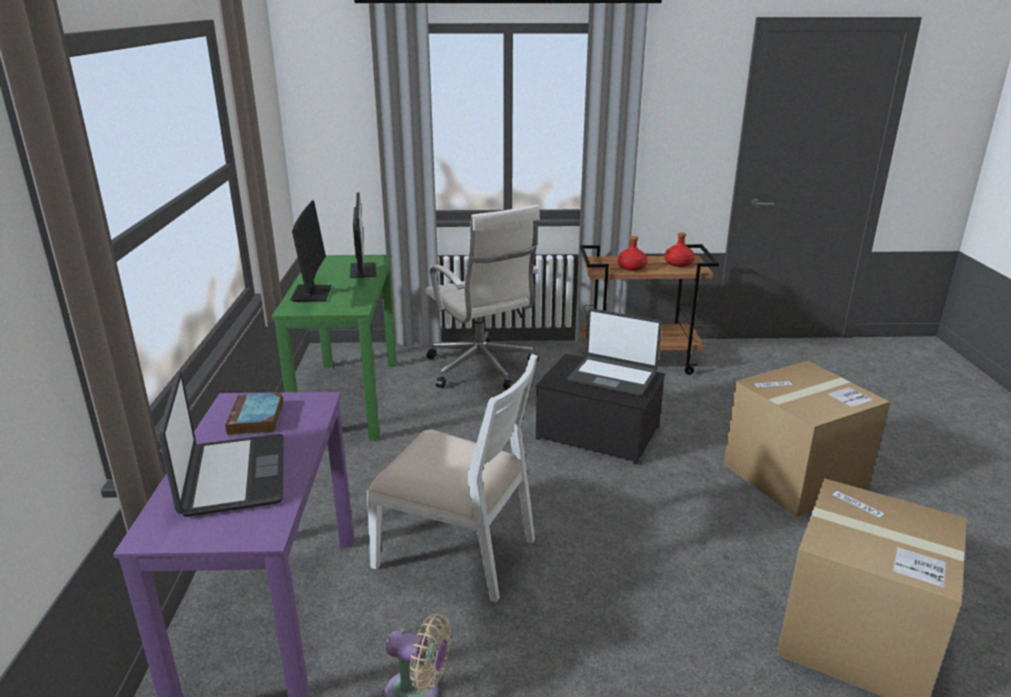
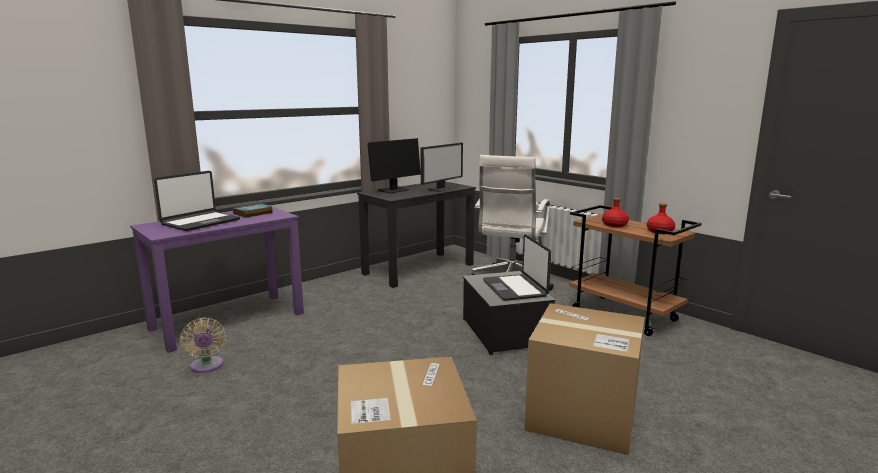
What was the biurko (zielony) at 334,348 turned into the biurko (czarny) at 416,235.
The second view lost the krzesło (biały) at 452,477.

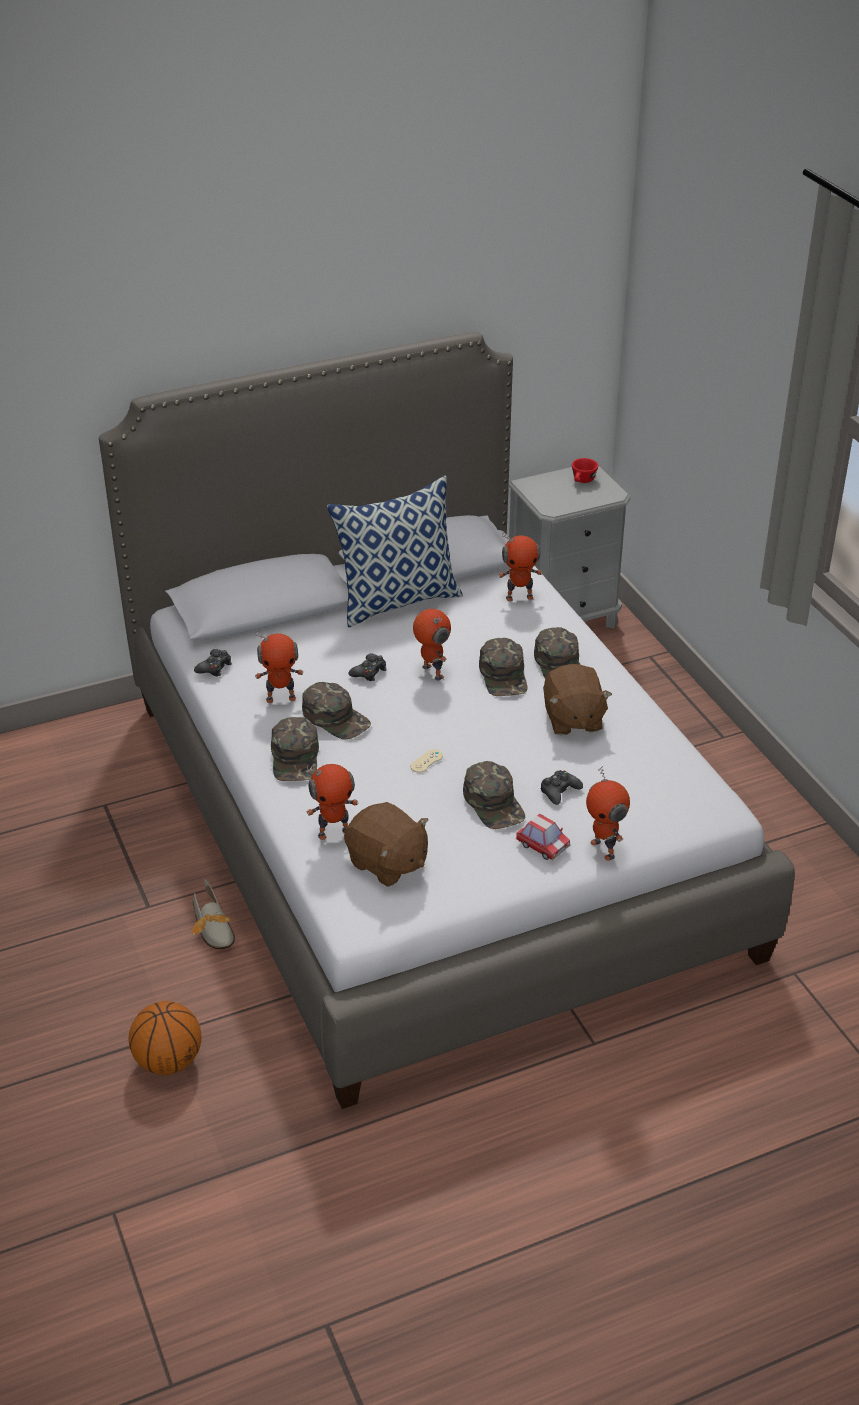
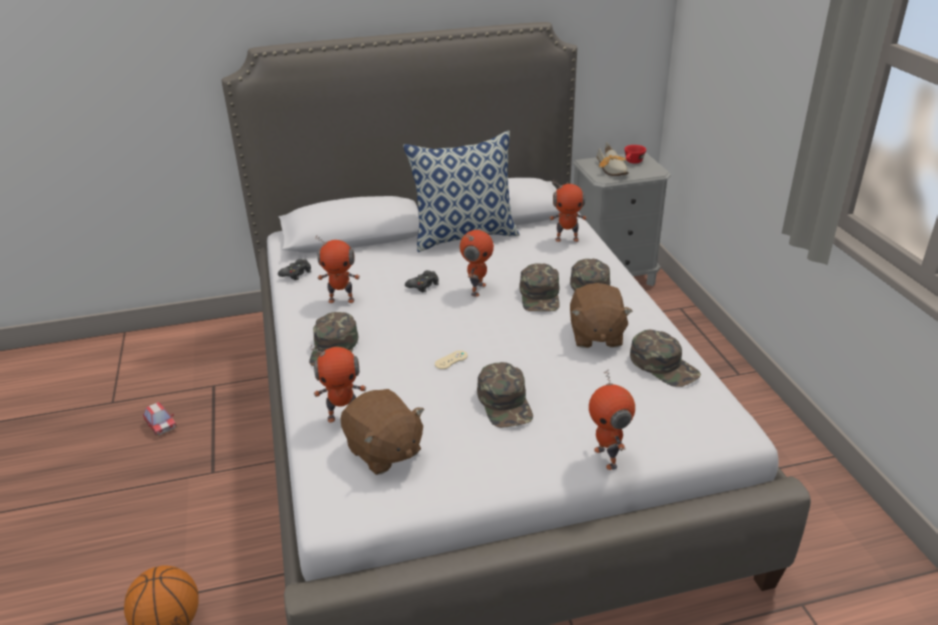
The robot zabawkowy at 432,644 ended up facing another way, 45 degrees clockwise from before.
The czapka z daszkiem (zielony) ended up elsewhere, having gone from 336,710 to 665,358.
The second view lost the pad do gier (czarny) at 562,787.
The samochodzik ended up elsewhere, having gone from 543,836 to 160,419.
The but ended up elsewhere, having gone from 213,914 to 612,159.

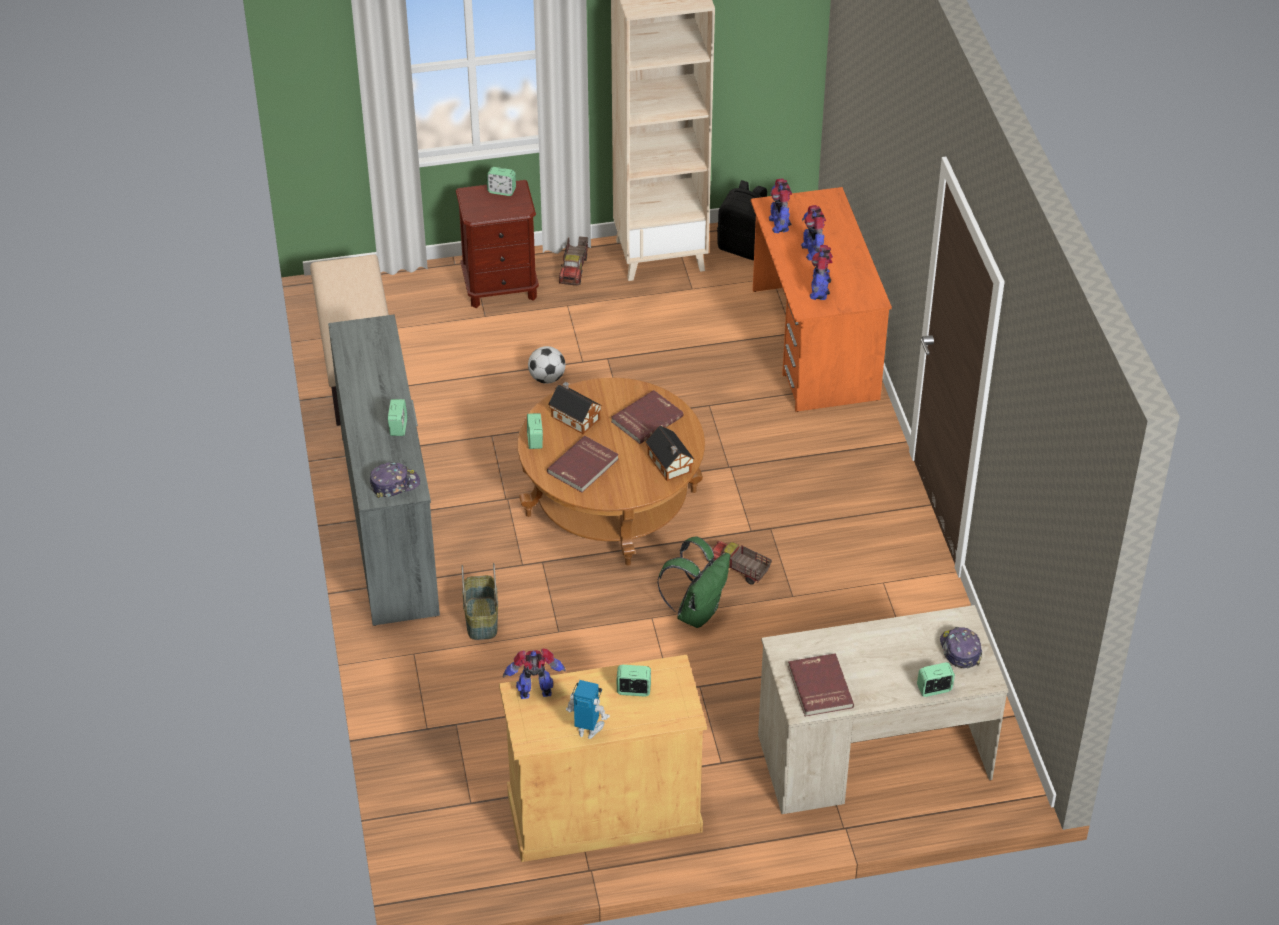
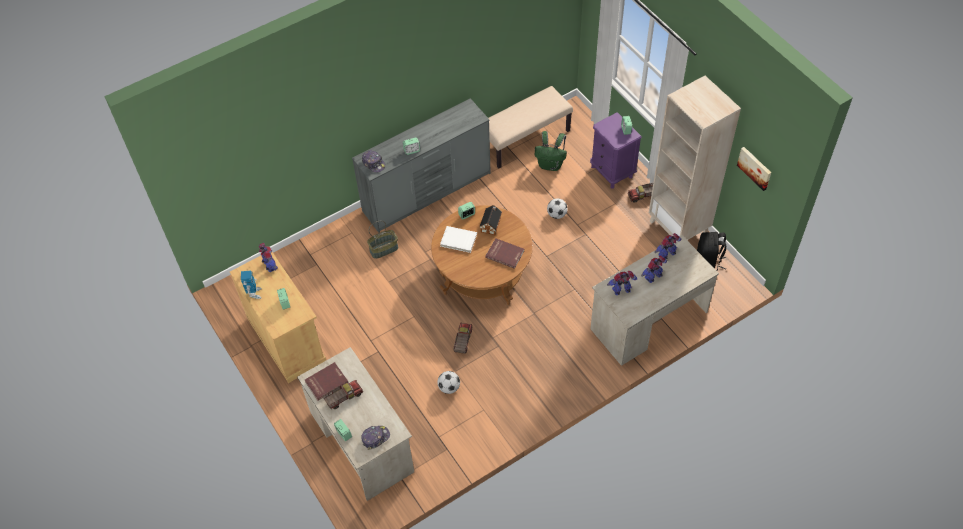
What was the szafka nocna (brązowy) at 497,244 turned into the szafka nocna (fioletowy) at 616,150.
What was the biurko (pomarańczowy) at 821,299 turned into the biurko (beżowy) at 654,300.
The second view lost the domek at 670,453.
What was the książka (czerwony) at 583,464 turned into the książka (biały) at 458,239.
The plecak (zielony) ended up elsewhere, having gone from 693,582 to 551,151.
The second view gained the obraz at 754,169.
The second view gained the piłka futbolowa at 448,382.
The second view gained the ciężarówka zabawkowa at 342,394.

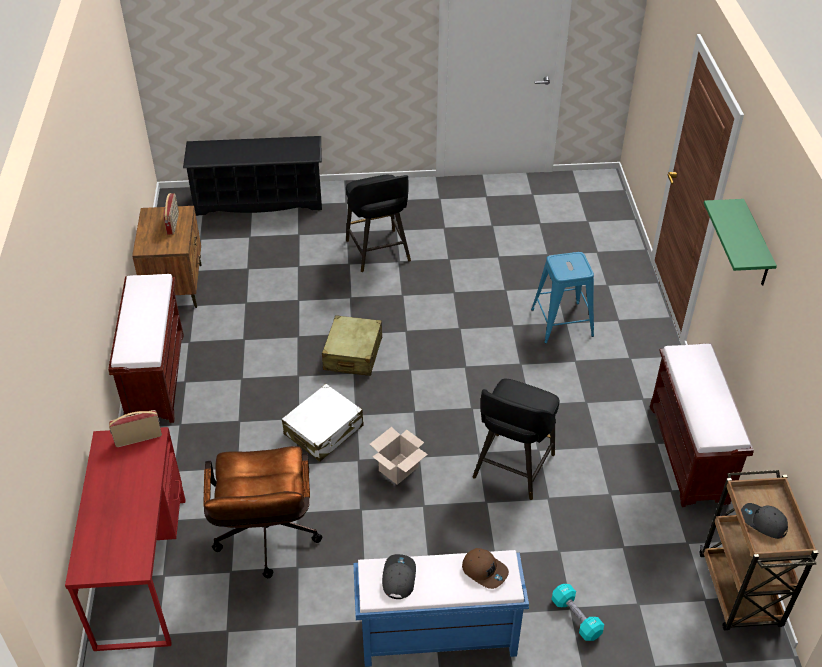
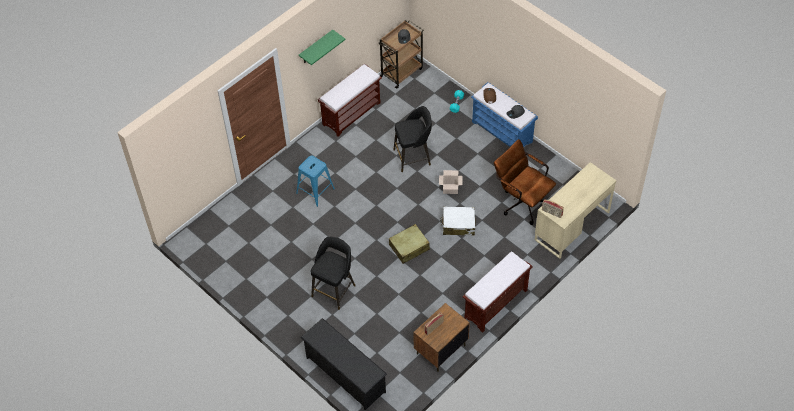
What was the biurko (czerwony) at 125,539 turned into the biurko (beżowy) at 576,210.
The krzesło biurowe (brązowy) at 263,512 ended up facing another way, 90 degrees counterclockwise from before.

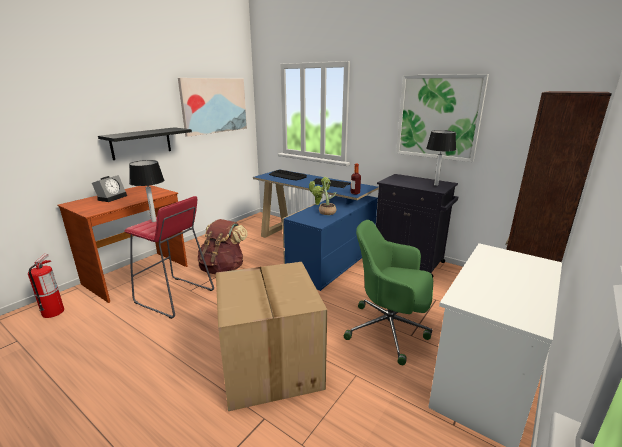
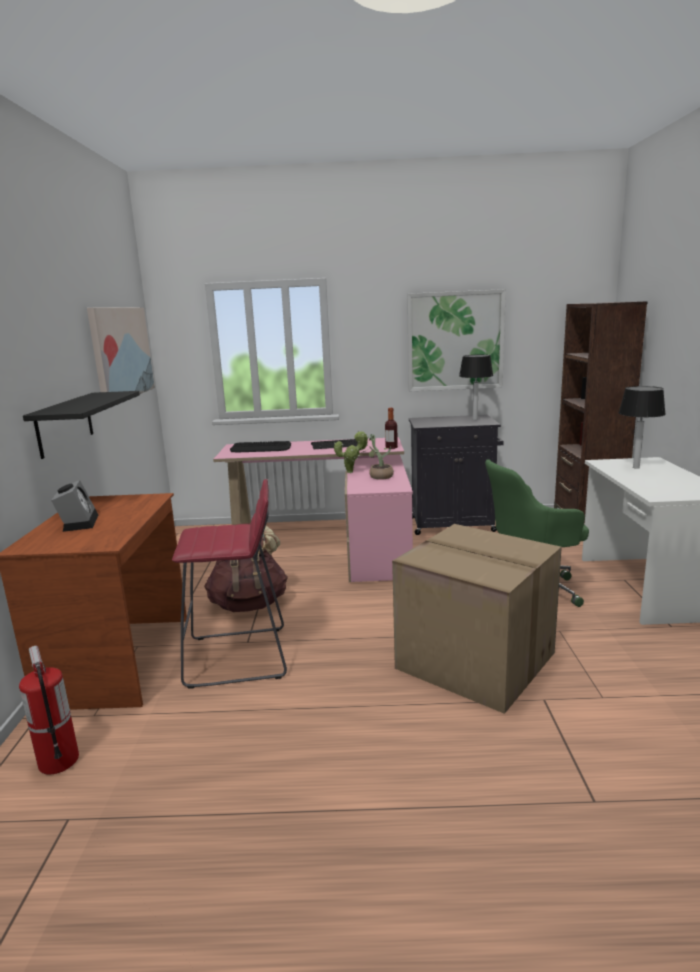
The lampa stołowa ended up elsewhere, having gone from 146,191 to 642,427.
What was the biurko (niebieski) at 316,230 turned into the biurko (różowy) at 313,509.

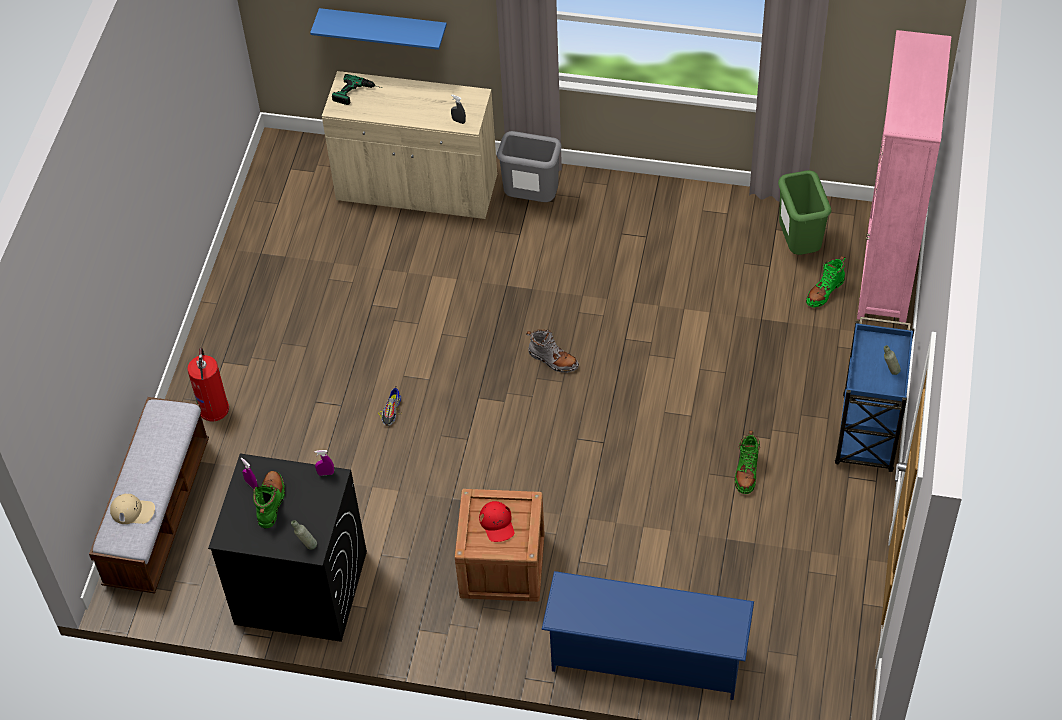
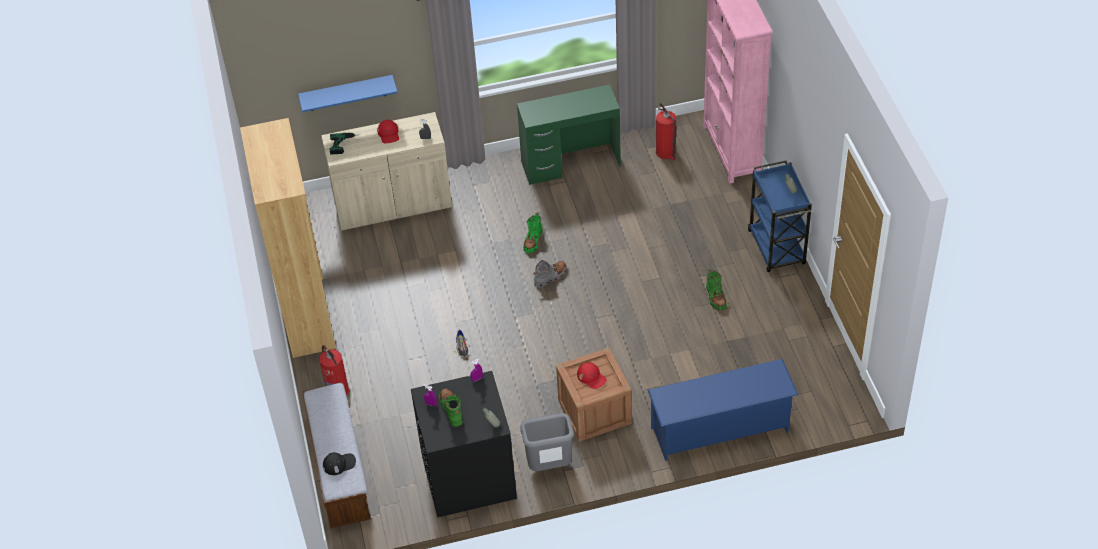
The kosz na śmieci (szary) ended up elsewhere, having gone from 529,166 to 547,442.
Where the kosz na śmieci (zielony) stood at 804,212, the gaśnica came to stand at 666,131.
The but z cholewką (zielony) ended up elsewhere, having gone from 825,282 to 533,233.
The but z cholewką (szary) at 552,351 ended up facing another way, 45 degrees counterclockwise from before.
What was the czapka z daszkiem (beżowy) at 132,508 turned into the czapka z daszkiem (czarny) at 339,463.
The second view gained the biurko (zielony) at 569,135.
The second view gained the regał (brązowy) at 288,238.
The second view gained the czapka z daszkiem (czerwony) at 388,131.

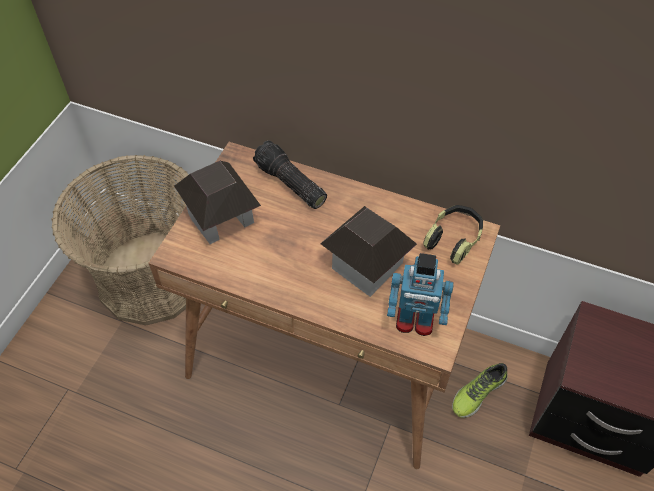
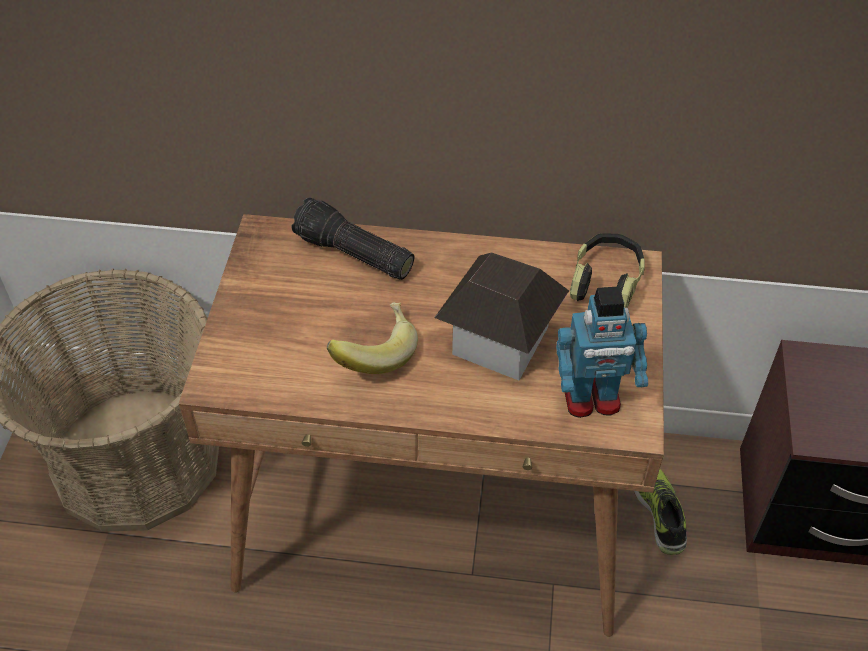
The second view lost the domek at 217,202.
The but at 480,390 ended up facing another way, 135 degrees clockwise from before.
The second view gained the banan at 372,338.

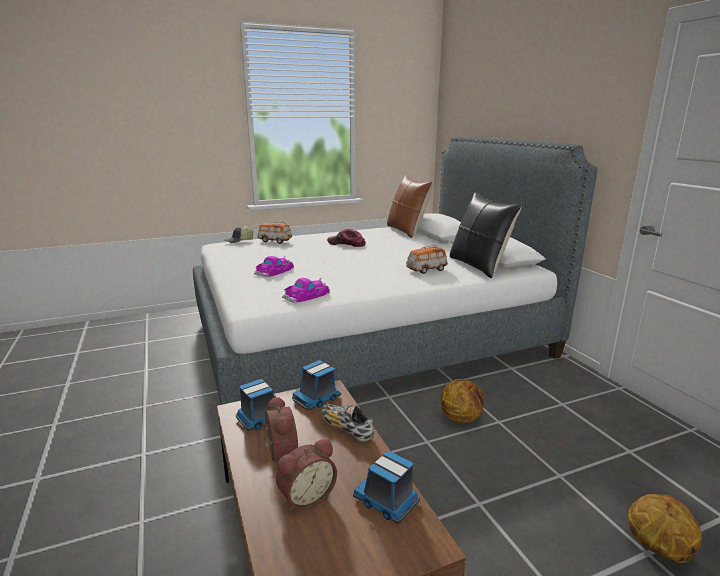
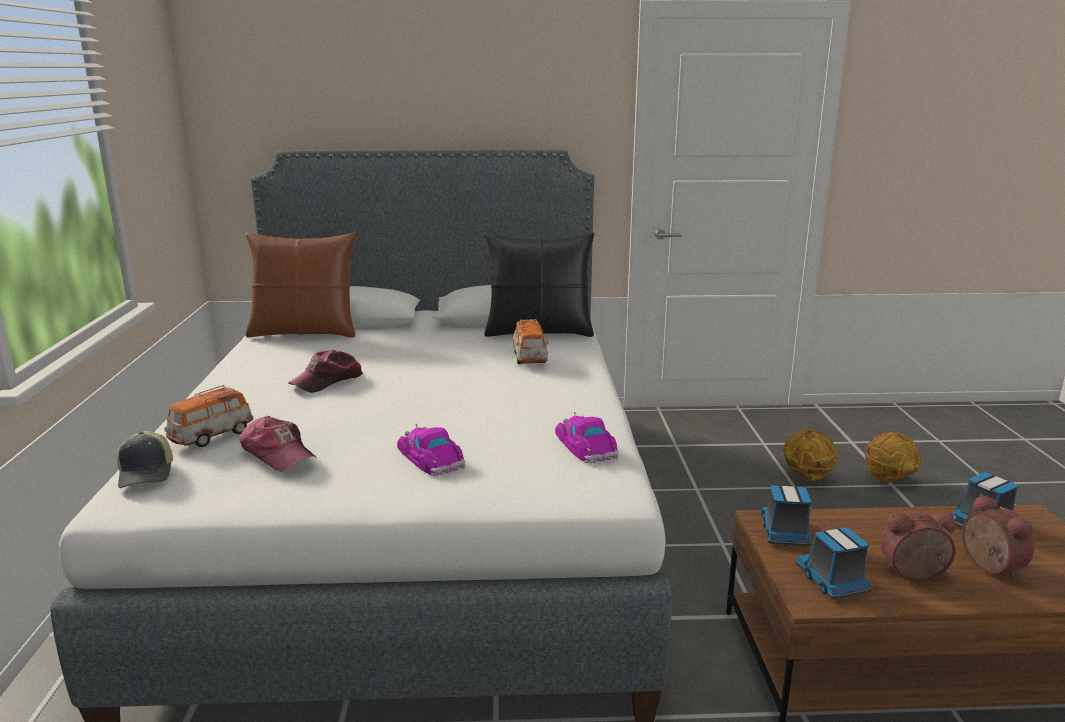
The ciężarówka zabawkowa at 316,385 ended up facing another way, 150 degrees counterclockwise from before.
The piłka do koszykówki ended up elsewhere, having gone from 462,401 to 811,455.
The second view lost the but at 347,422.
The second view gained the czapka z daszkiem at 278,444.

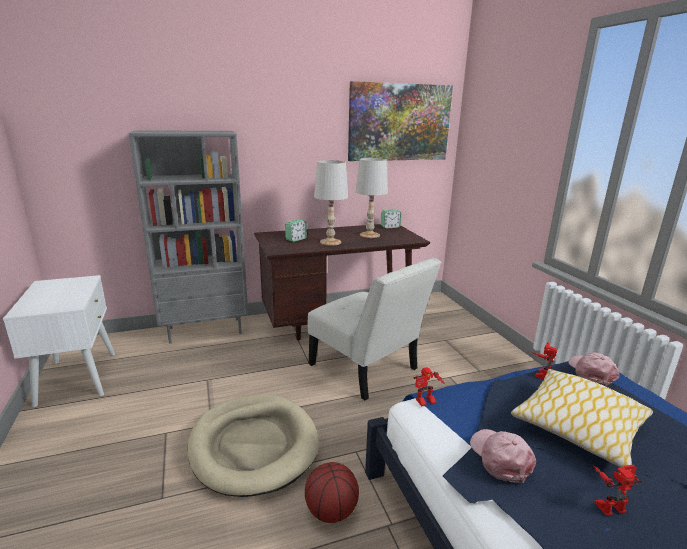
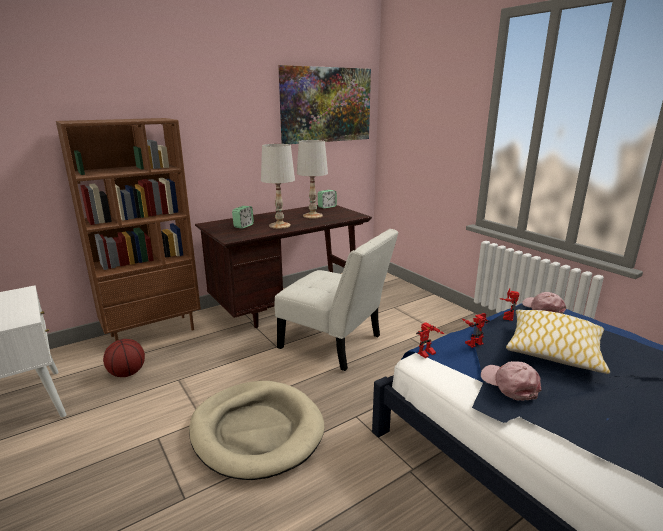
What was the regał (szary) at 188,237 turned into the regał (brązowy) at 128,229.
The piłka do koszykówki ended up elsewhere, having gone from 332,492 to 124,358.
The robot zabawkowy ended up elsewhere, having gone from 618,490 to 476,330.

